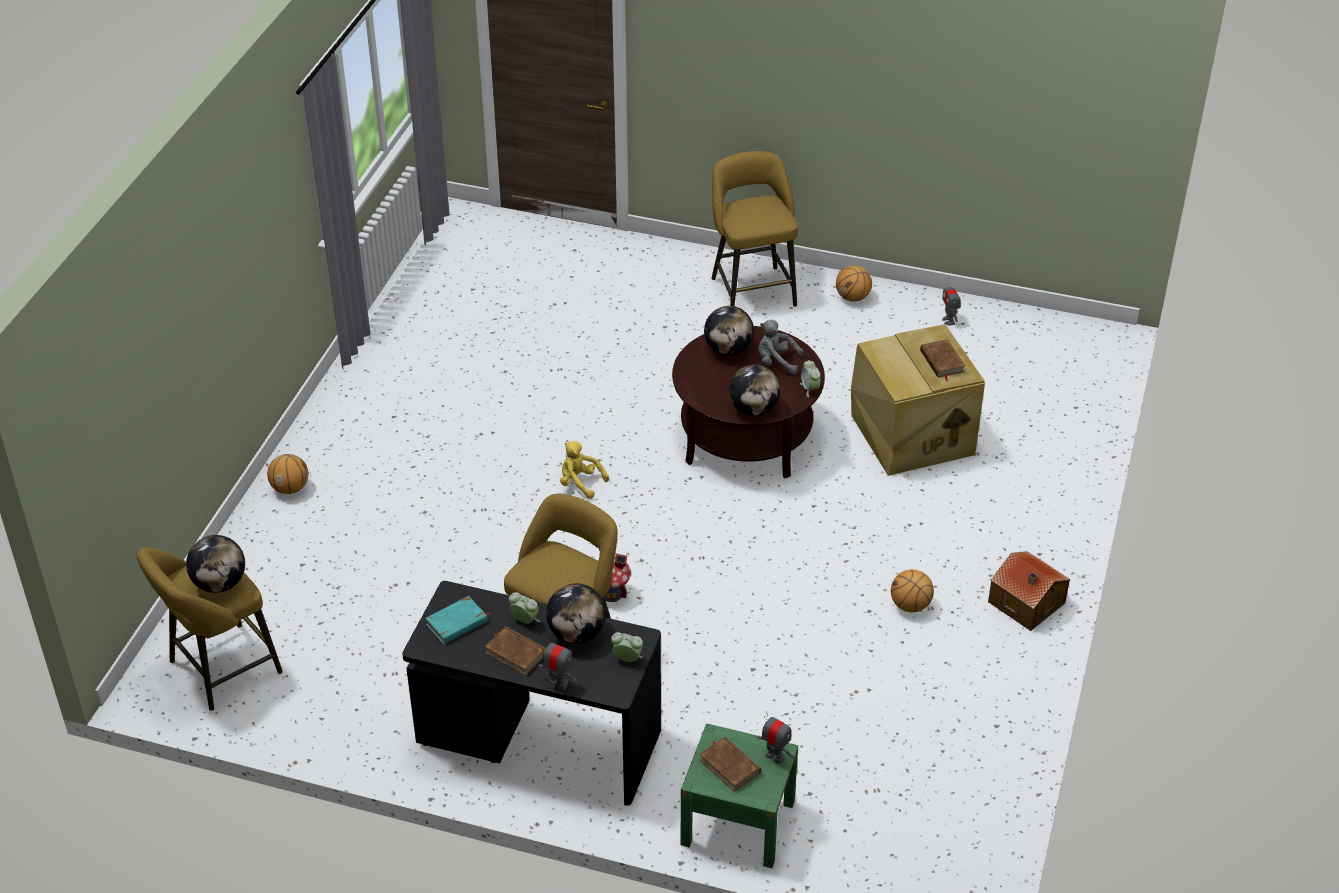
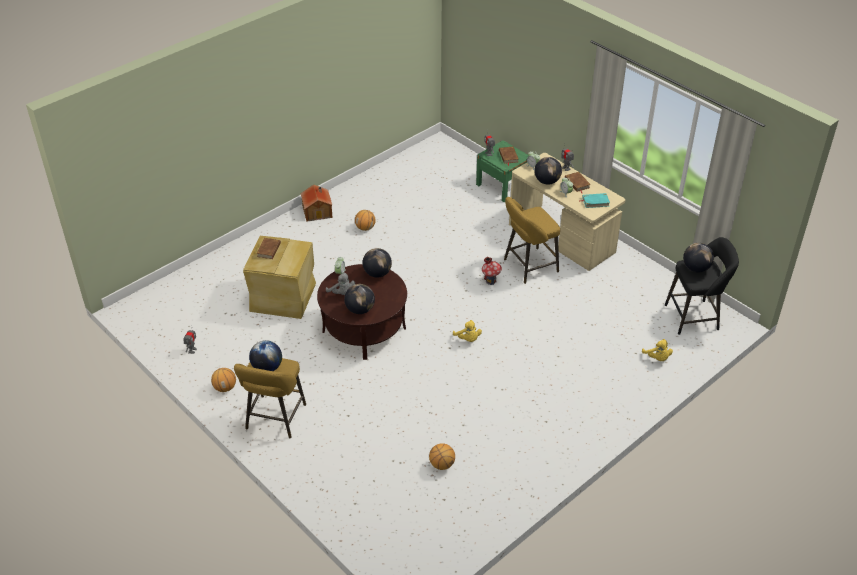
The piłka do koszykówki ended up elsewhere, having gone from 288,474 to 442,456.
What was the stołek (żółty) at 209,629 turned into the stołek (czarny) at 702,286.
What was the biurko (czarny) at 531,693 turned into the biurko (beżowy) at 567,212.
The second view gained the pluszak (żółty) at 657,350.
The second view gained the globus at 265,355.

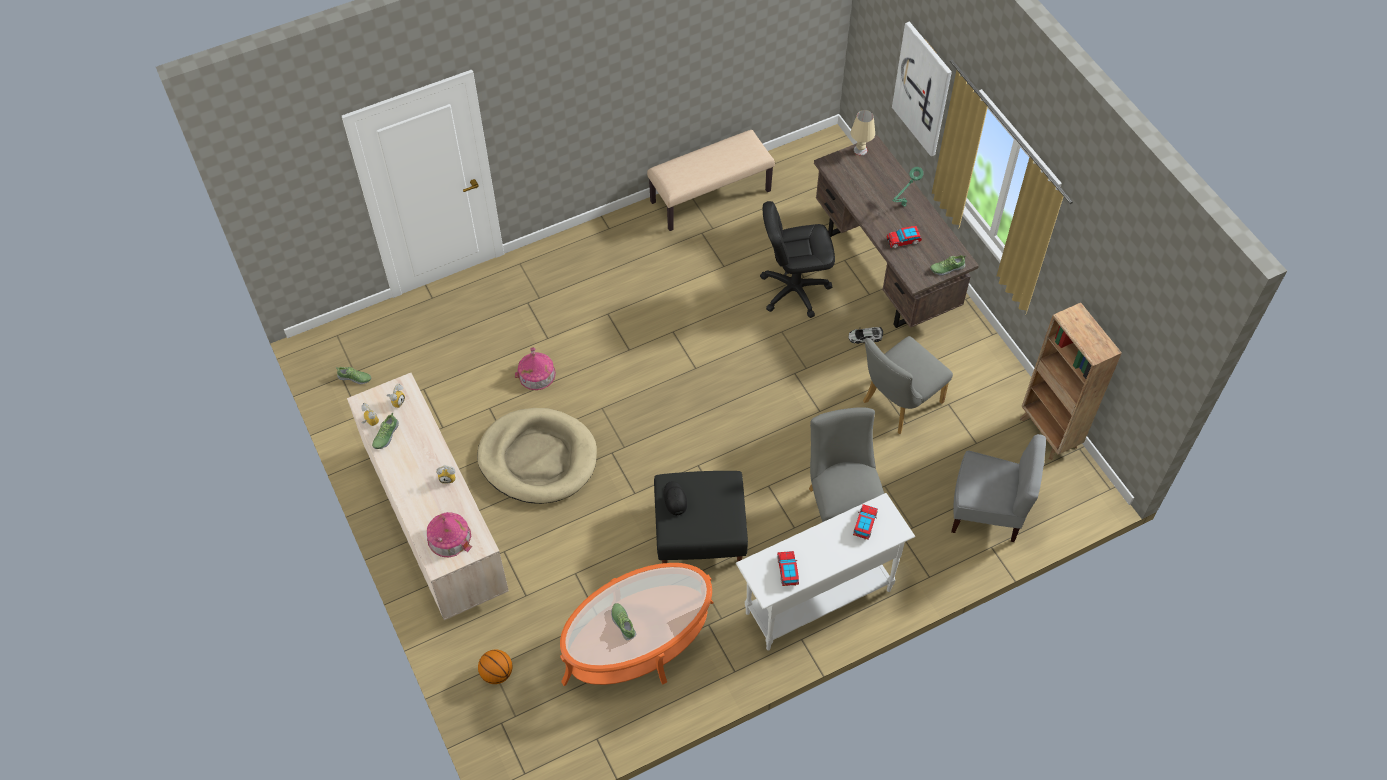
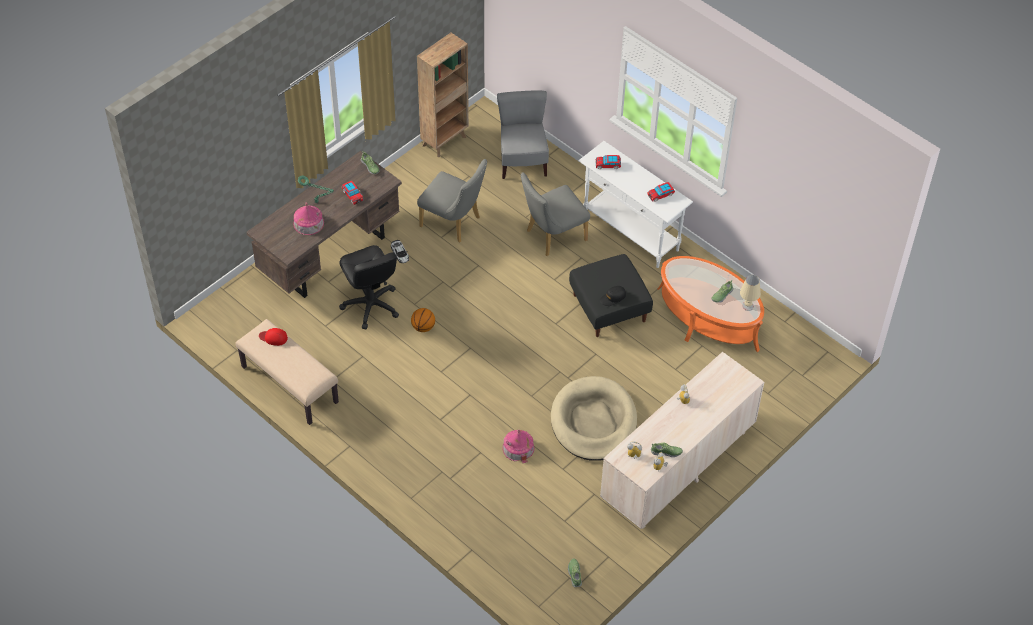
The second view lost the obraz at 922,89.
The lampa stołowa (beżowy) ended up elsewhere, having gone from 863,132 to 750,293.
The domek ended up elsewhere, having gone from 449,534 to 308,219.
The piłka do koszykówki ended up elsewhere, having gone from 495,666 to 423,320.
The second view gained the czapka z daszkiem (czerwony) at 273,337.

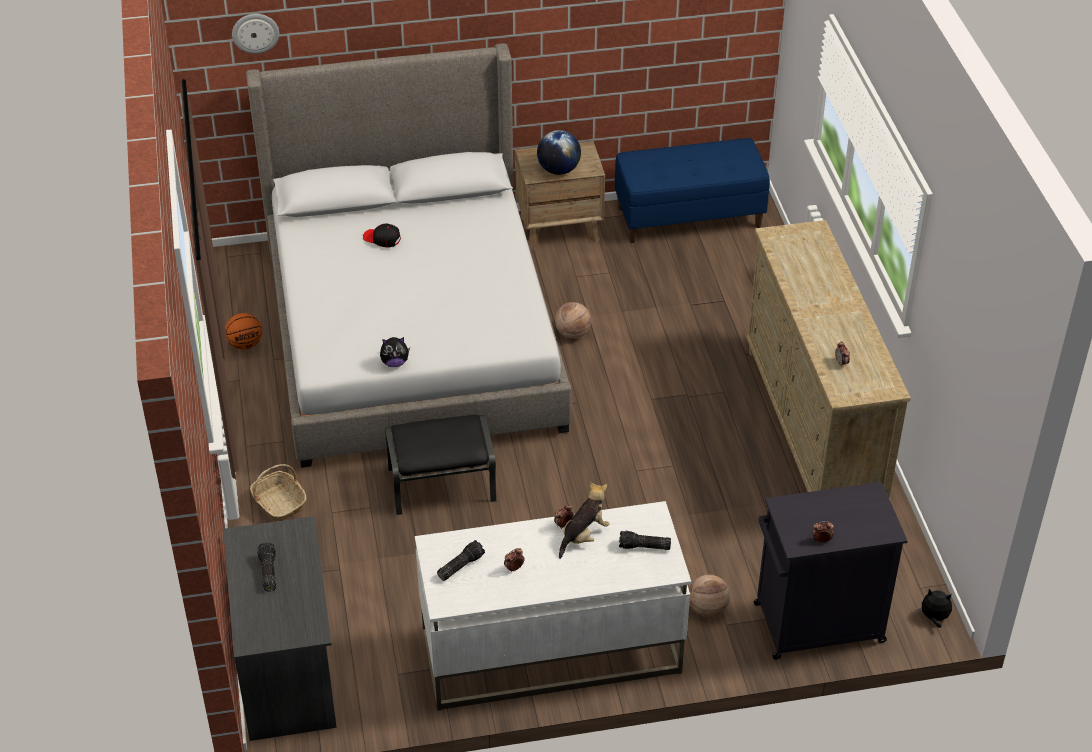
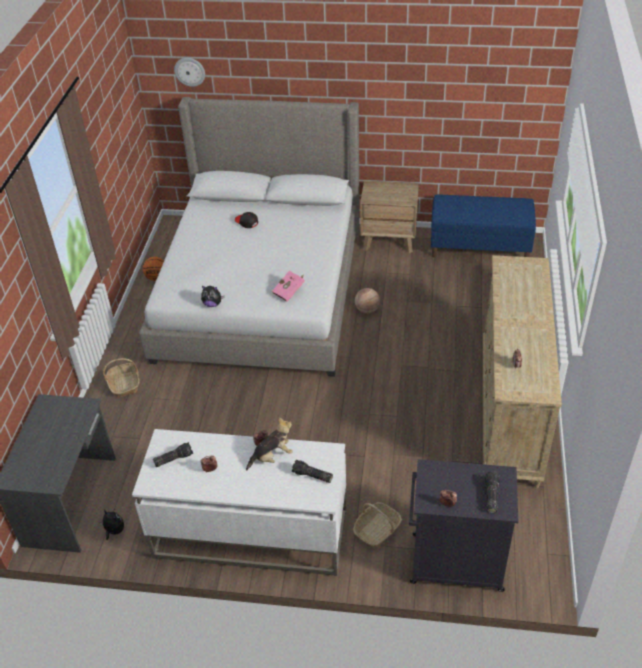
The second view lost the globus at 559,152.
The second view lost the pufa (czarny) at 441,465.
The latarka ended up elsewhere, having gone from 266,567 to 492,492.
Where the piłka do koszykówki stood at 709,596, the koszyk came to stand at 377,525.
The pluszak ended up elsewhere, having gone from 934,608 to 111,524.
The second view gained the książka (różowy) at 288,286.

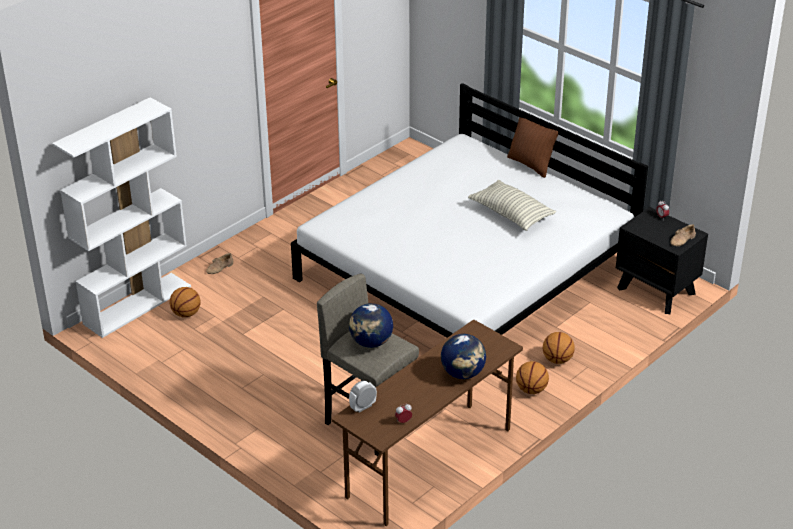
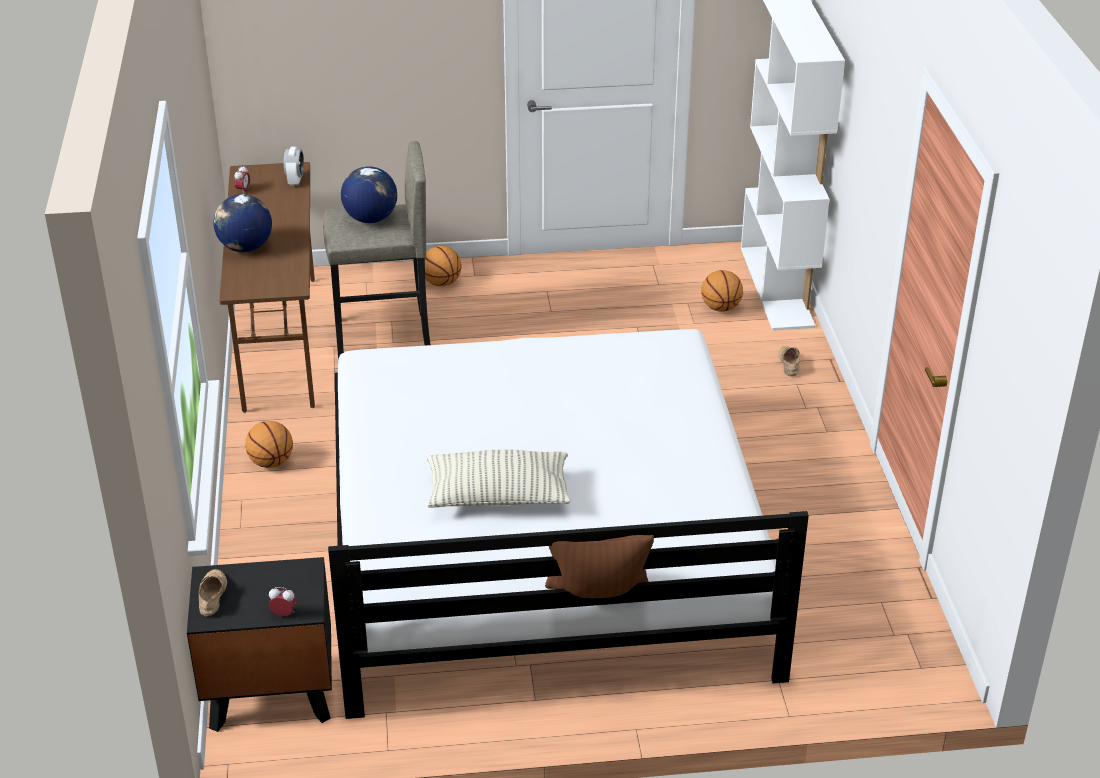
The piłka do koszykówki ended up elsewhere, having gone from 559,348 to 443,266.

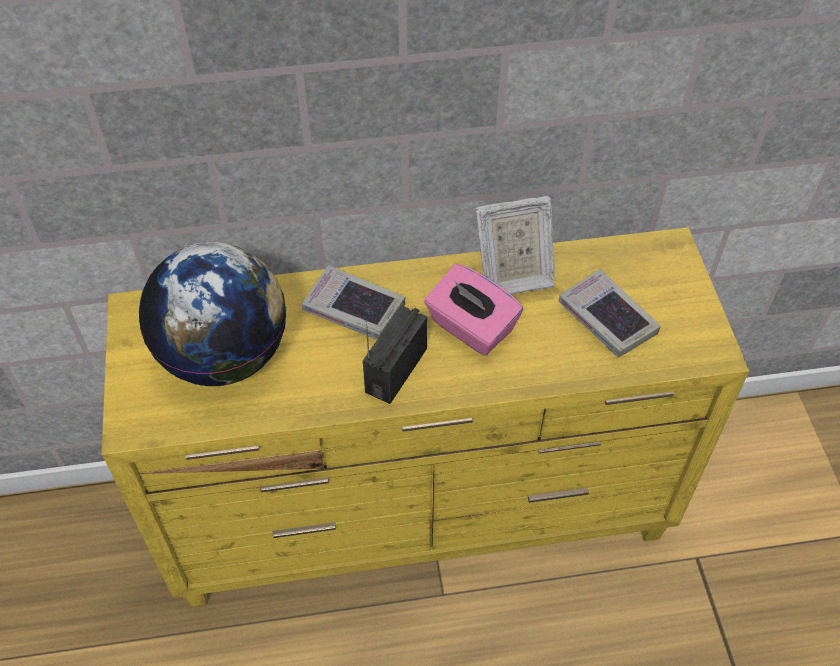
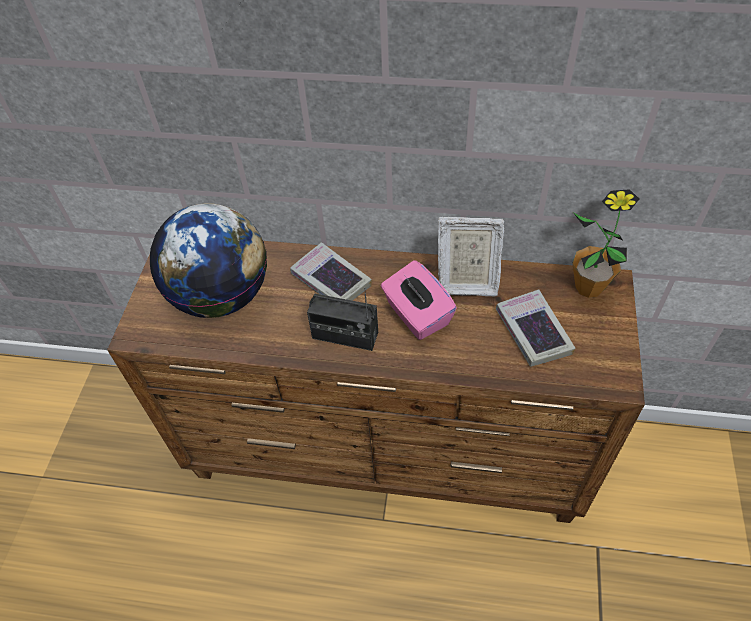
What was the komoda (żółty) at 425,417 turned into the komoda (brązowy) at 376,382.
The radio at 395,355 ended up facing another way, 120 degrees counterclockwise from before.
The second view gained the roślina doniczkowa at 605,243.

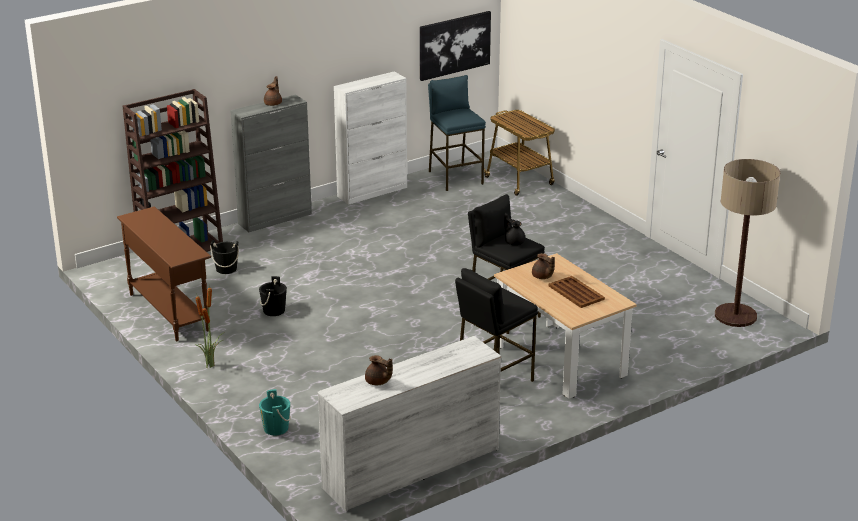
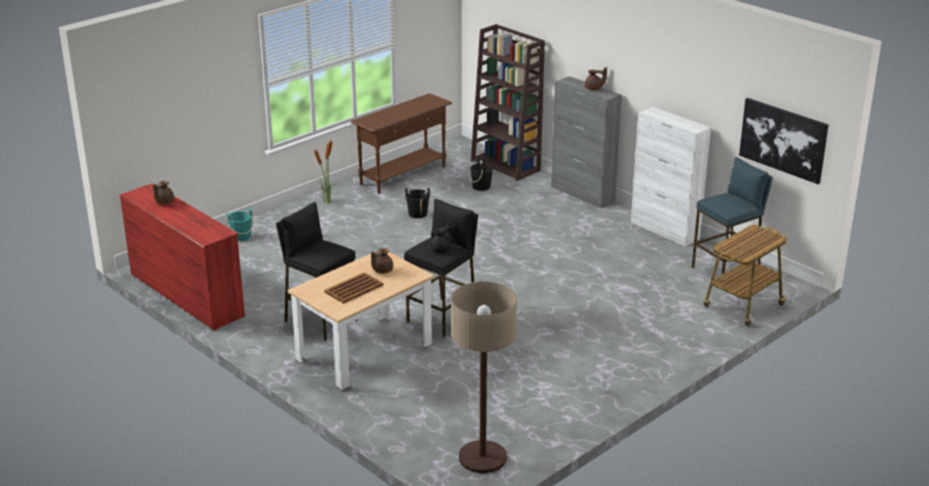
What was the komoda (biały) at 409,424 turned into the komoda (czerwony) at 182,257.

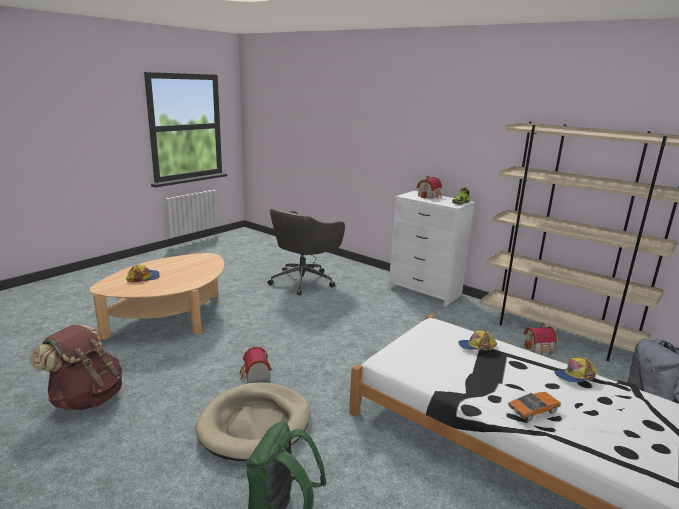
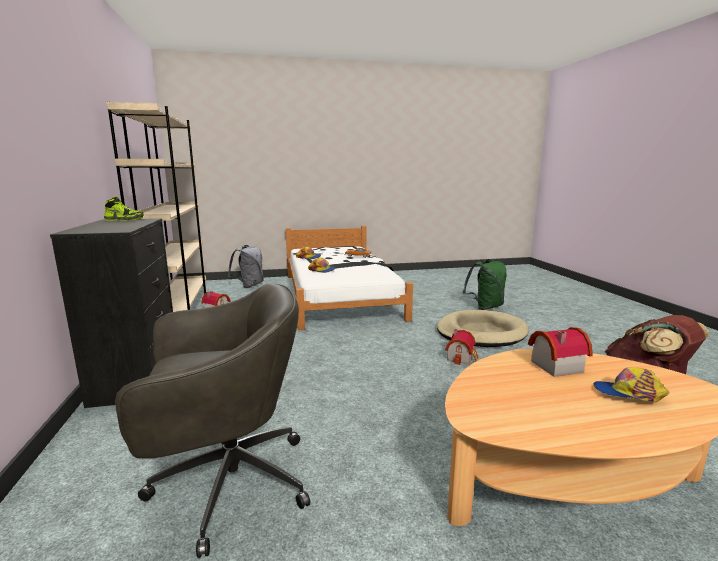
The domek ended up elsewhere, having gone from 429,187 to 560,352.
What was the komoda (biały) at 432,249 turned into the komoda (czarny) at 111,313.

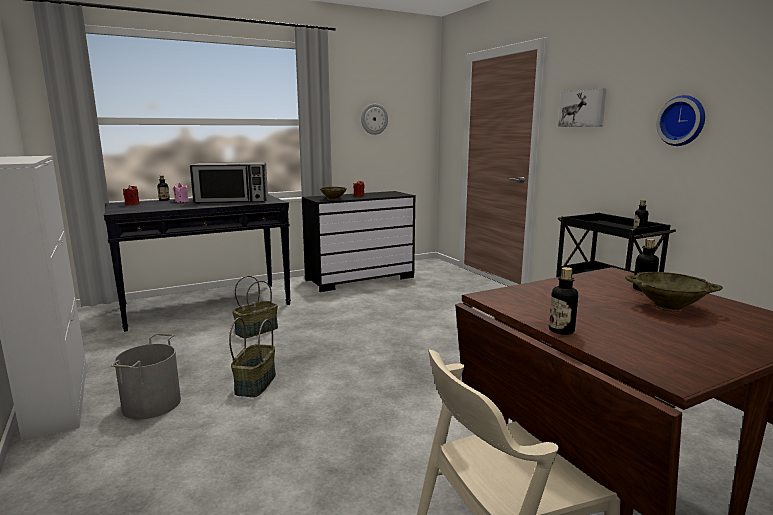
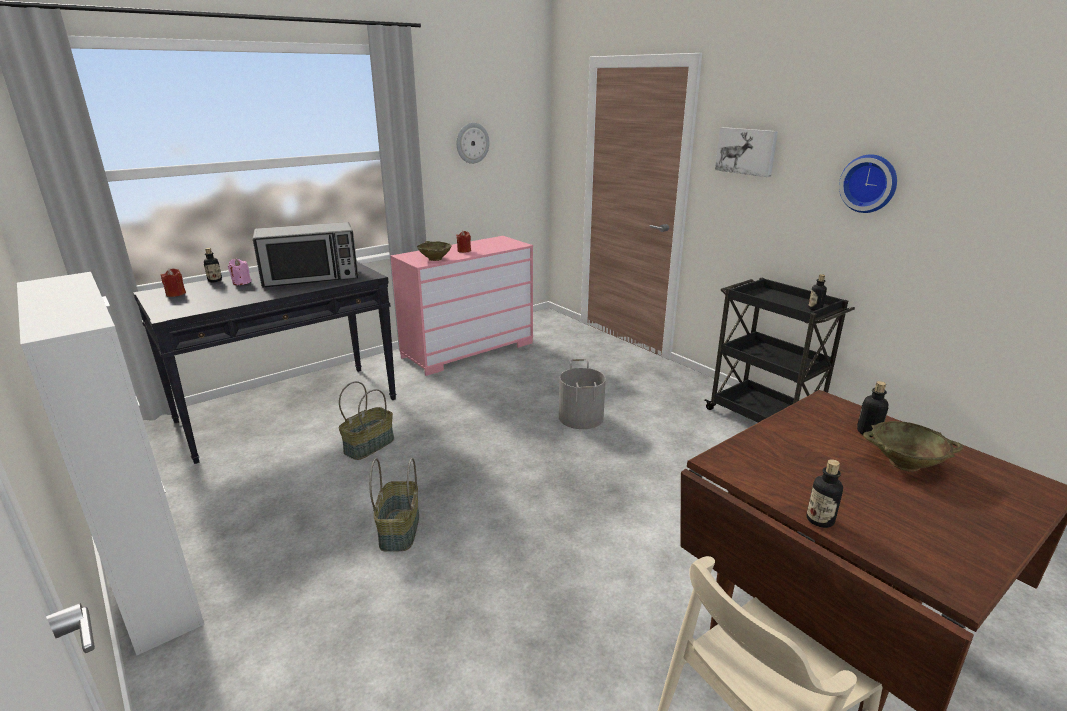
What was the komoda (czarny) at 359,241 turned into the komoda (różowy) at 461,306.
The wiadro (szary) ended up elsewhere, having gone from 146,376 to 582,394.

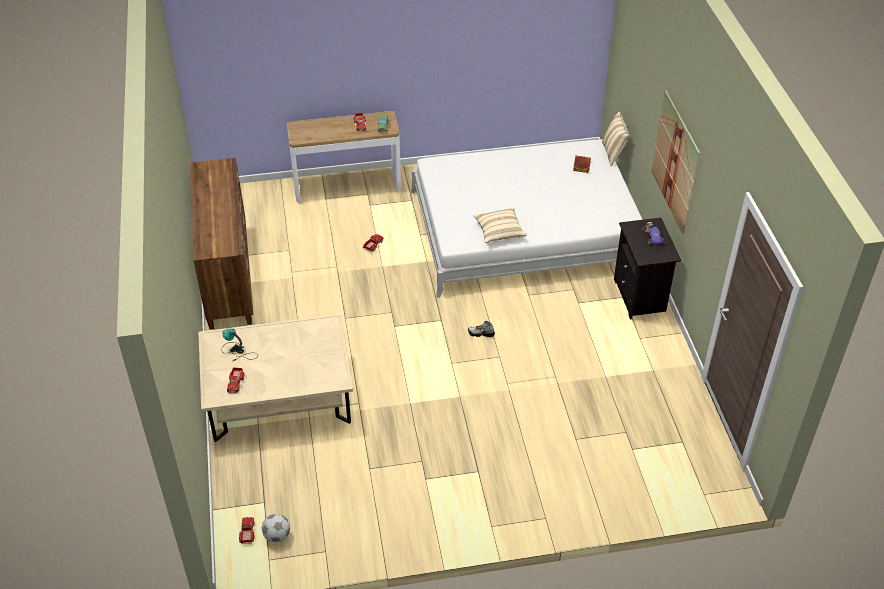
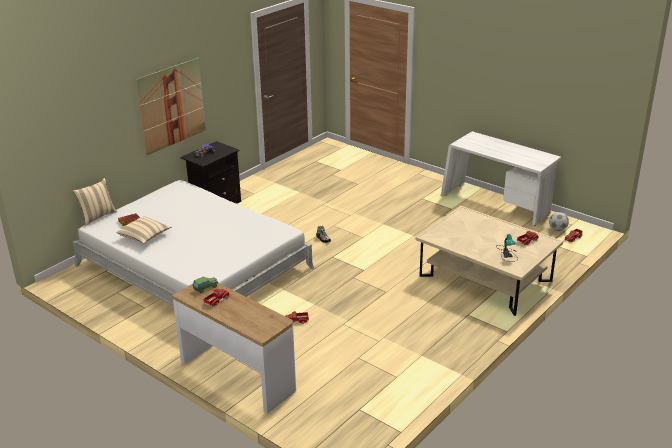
The second view lost the komoda (brązowy) at 221,243.
The poduszka (beżowy) ended up elsewhere, having gone from 500,225 to 143,230.
The second view gained the biurko (biały) at 501,178.

